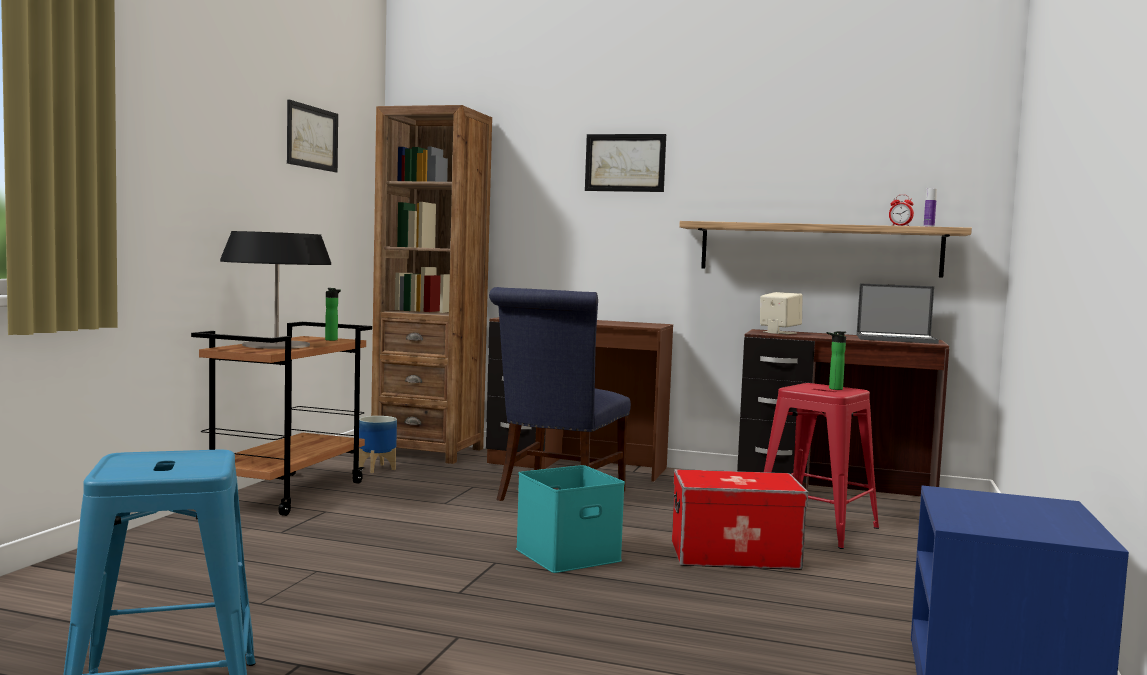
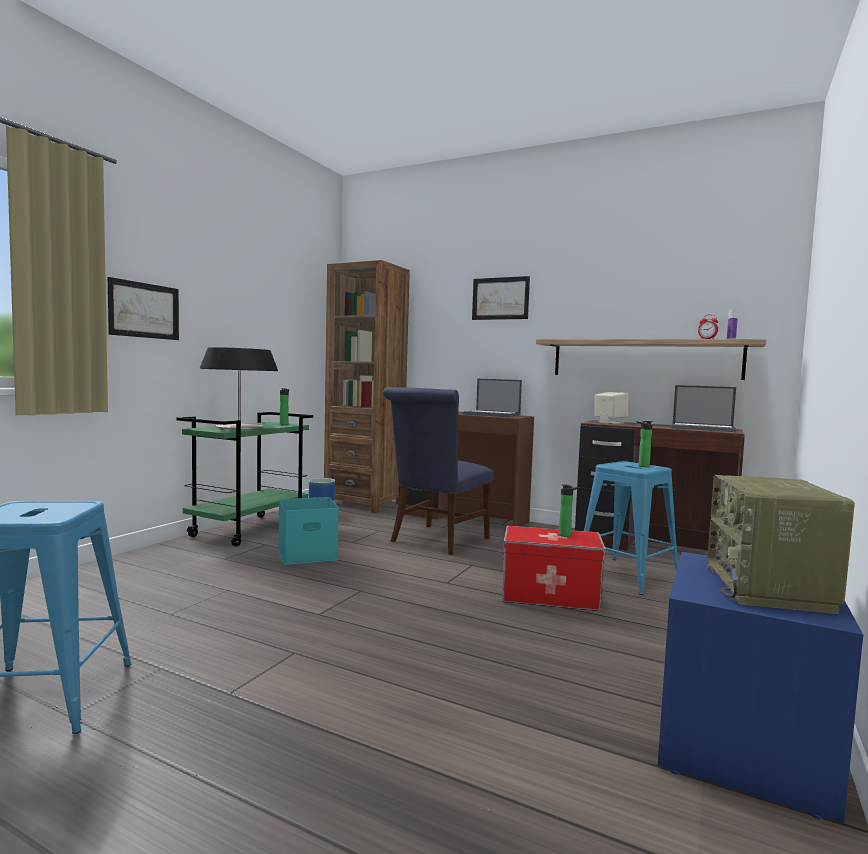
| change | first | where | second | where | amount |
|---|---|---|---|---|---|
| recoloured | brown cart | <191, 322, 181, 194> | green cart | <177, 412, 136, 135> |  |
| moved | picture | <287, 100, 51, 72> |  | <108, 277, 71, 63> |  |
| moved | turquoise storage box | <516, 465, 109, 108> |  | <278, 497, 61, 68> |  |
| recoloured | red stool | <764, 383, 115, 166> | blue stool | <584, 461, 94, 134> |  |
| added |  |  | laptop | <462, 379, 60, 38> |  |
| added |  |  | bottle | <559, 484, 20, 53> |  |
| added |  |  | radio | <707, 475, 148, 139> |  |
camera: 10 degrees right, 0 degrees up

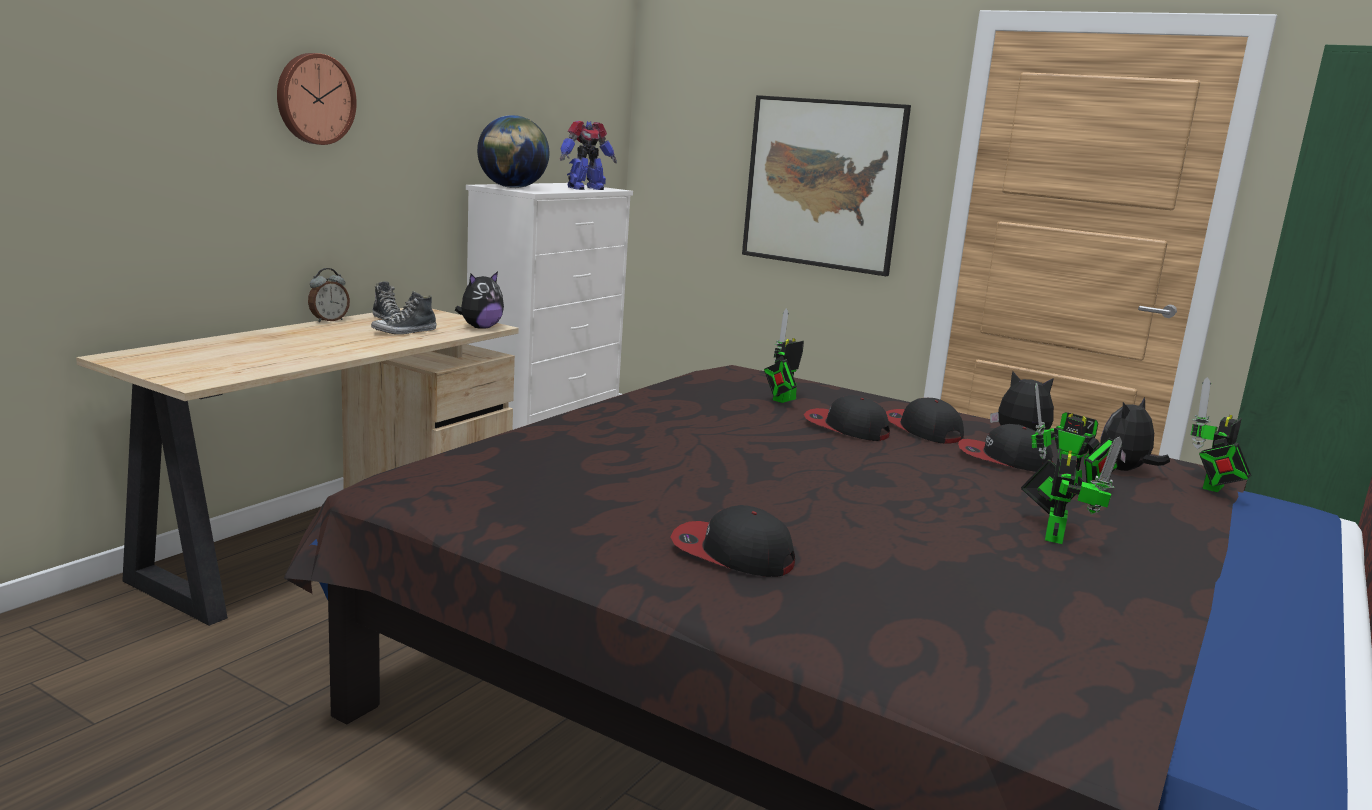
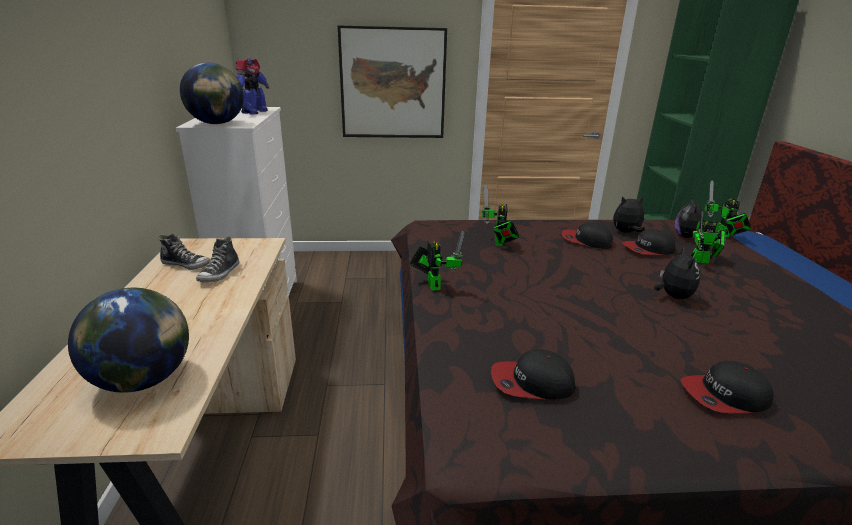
| change | first | where | second | where | amount |
|---|---|---|---|---|---|
| removed | wall clock | <277, 53, 80, 92> |  |  |  |
| removed | alarm clock | <308, 268, 42, 55> |  |  |  |
| moved | plush toy | <455, 271, 49, 58> |  | <654, 247, 46, 52> |  |
| moved | cap | <804, 395, 86, 46> |  | <491, 349, 85, 51> |  |
| moved | toy robot | <1021, 436, 102, 108> |  | <410, 231, 55, 60> |  |
| added |  |  | globe | <68, 288, 121, 105> |  |
camera: 35 degrees left, 10 degrees up

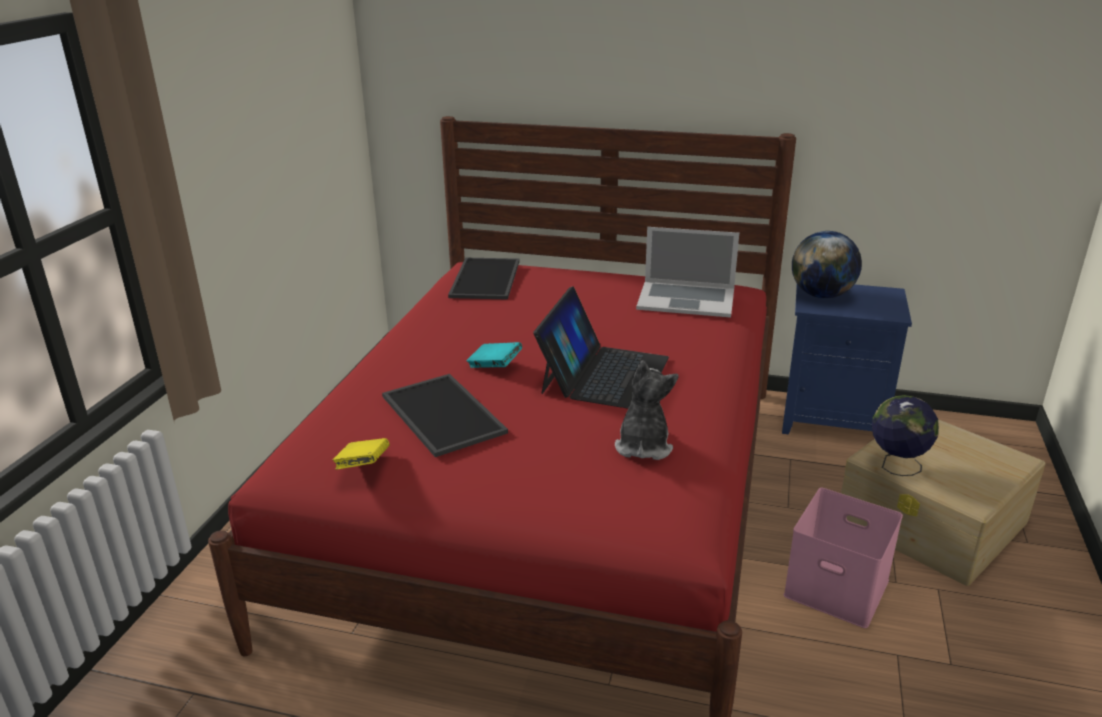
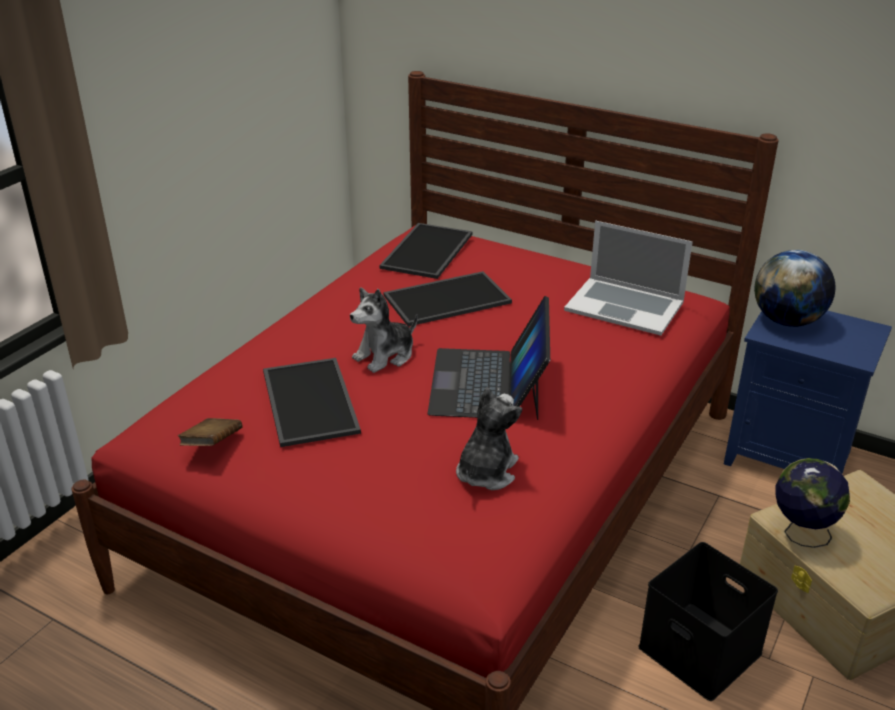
| change | first | where | second | where | amount |
|---|---|---|---|---|---|
| recoloured | yellow book | <333, 438, 57, 32> | brown book | <178, 418, 64, 28> |  |
| replaced | turquoise book | <466, 342, 56, 26> | plush toy | <350, 287, 68, 86> |  |
| turned | laptop | <533, 286, 136, 122> |  | <427, 296, 123, 124> | 150 degrees clockwise |
| recoloured | pink storage box | <784, 488, 119, 140> | black storage box | <638, 542, 140, 159> |  |
| added |  |  | tray | <383, 271, 129, 56> |  |
camera: 15 degrees right, 5 degrees up

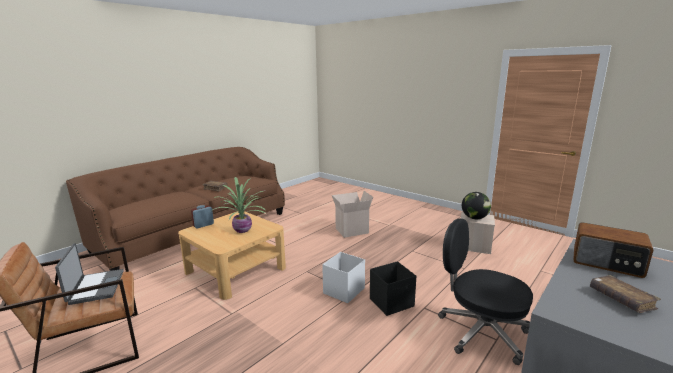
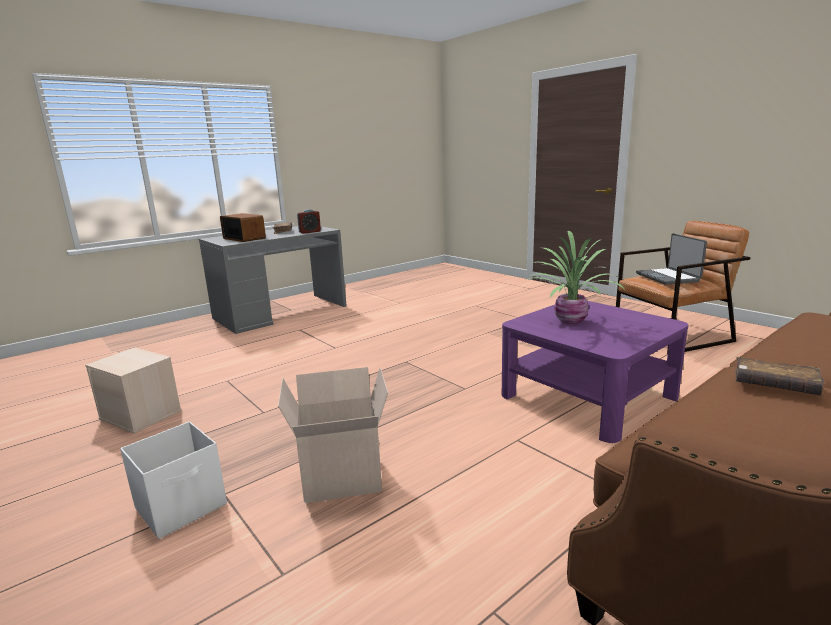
| change | first | where | second | where | amount |
|---|---|---|---|---|---|
| recoloured | beige coffee table | <178, 211, 108, 89> | purple coffee table | <502, 301, 187, 142> |  |
| moved | alarm clock | <191, 205, 23, 24> |  | <297, 209, 24, 25> |  |
| moved | white storage box | <322, 252, 43, 51> |  | <120, 422, 107, 117> |  |
| removed | black storage box | <370, 262, 46, 54> |  |  |  |
| removed | black office chair | <438, 218, 95, 147> |  |  |  |
| removed | globe | <462, 192, 29, 27> |  |  |  |
camera: 170 degrees left, 0 degrees up

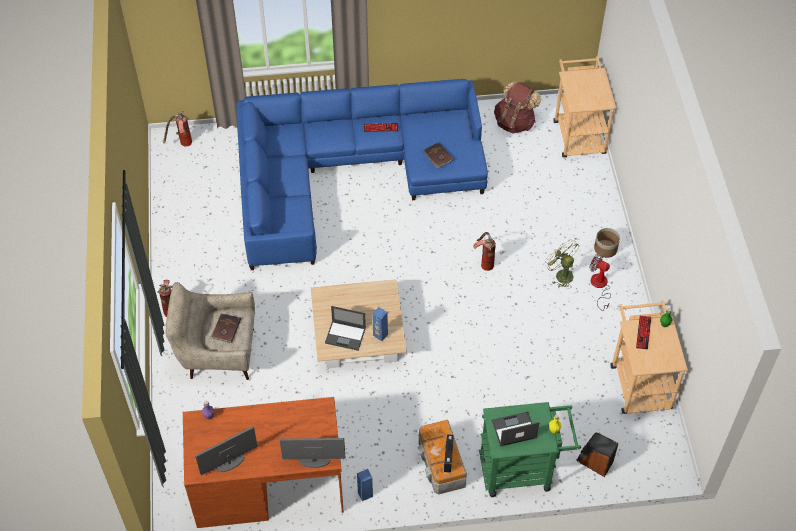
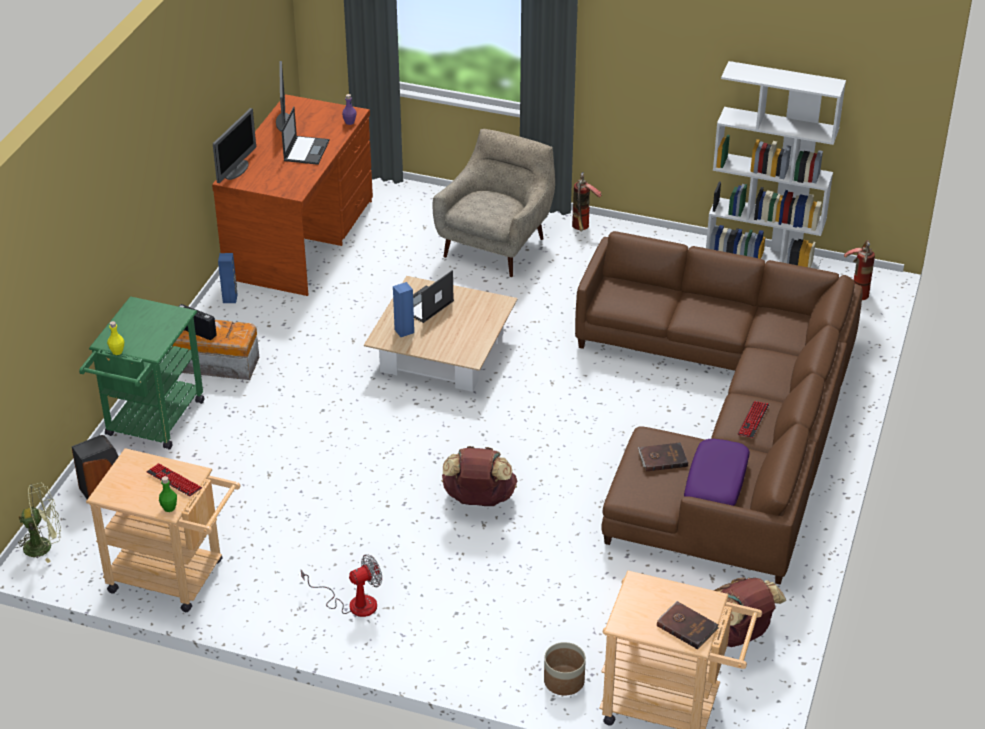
| change | first | where | second | where | amount |
|---|---|---|---|---|---|
| moved | brown book | <210, 313, 31, 30> |  | <657, 601, 62, 48> |  |
| recoloured | blue sofa | <237, 79, 251, 191> | brown sofa | <575, 231, 288, 354> |  |
| replaced | fire extinguisher | <473, 232, 23, 39> | brown backpack | <442, 446, 75, 60> |  |
| moved | laptop | <491, 412, 49, 35> |  | <281, 107, 48, 58> |  |
| moved | green fan | <544, 239, 35, 49> |  | <16, 483, 45, 80> |  |
| moved | planter | <594, 228, 26, 30> |  | <544, 642, 42, 54> |  |
| added |  |  | purple pillow | <684, 439, 66, 67> |  |
| added |  |  | white bookcase | <706, 61, 140, 208> |  |
camera: 115 degrees right, 15 degrees down

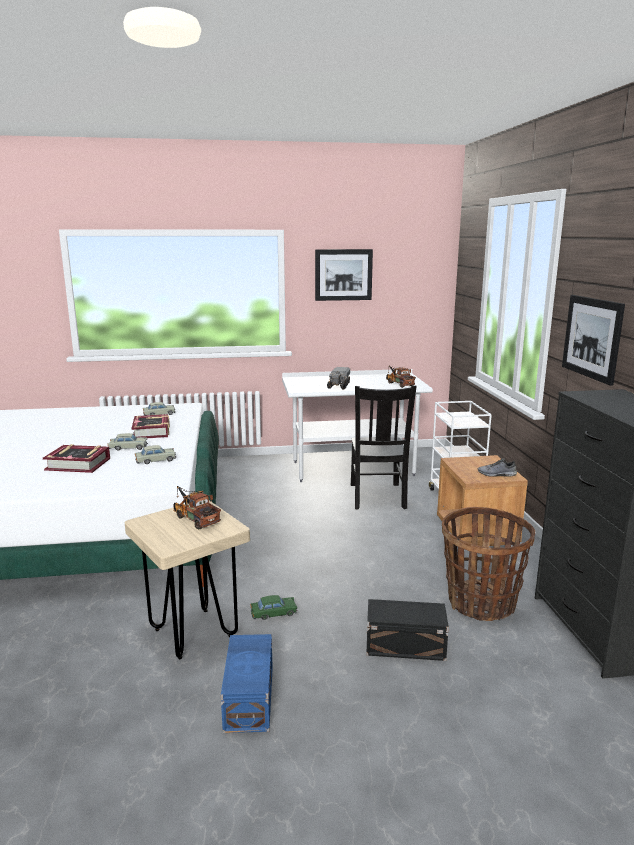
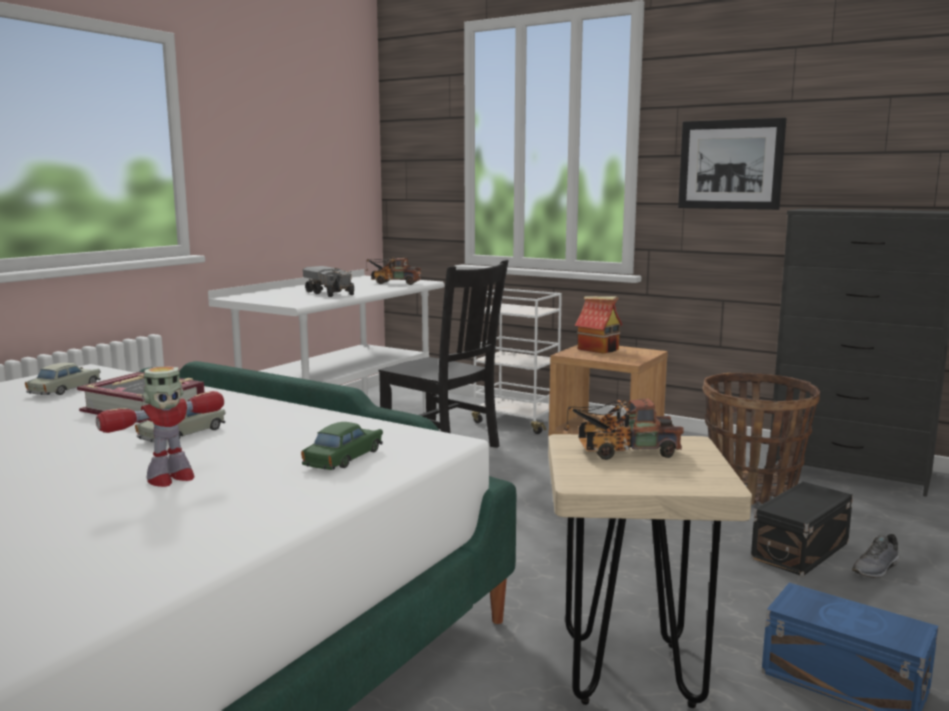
| change | first | where | second | where | amount |
|---|---|---|---|---|---|
| replaced | book | <43, 444, 67, 29> | toy robot | <96, 366, 128, 121> |  |
| removed | beige toy car | <135, 445, 41, 19> |  |  |  |
| moved | green toy car | <250, 595, 47, 25> |  | <301, 422, 82, 48> |  |
| removed | picture | <315, 249, 58, 52> |  |  |  |
| moved | grey shoe | <478, 458, 39, 19> |  | <852, 534, 48, 44> |  |
| added |  |  | toy house | <575, 296, 47, 58> |  |
camera: 50 degrees left, 5 degrees down

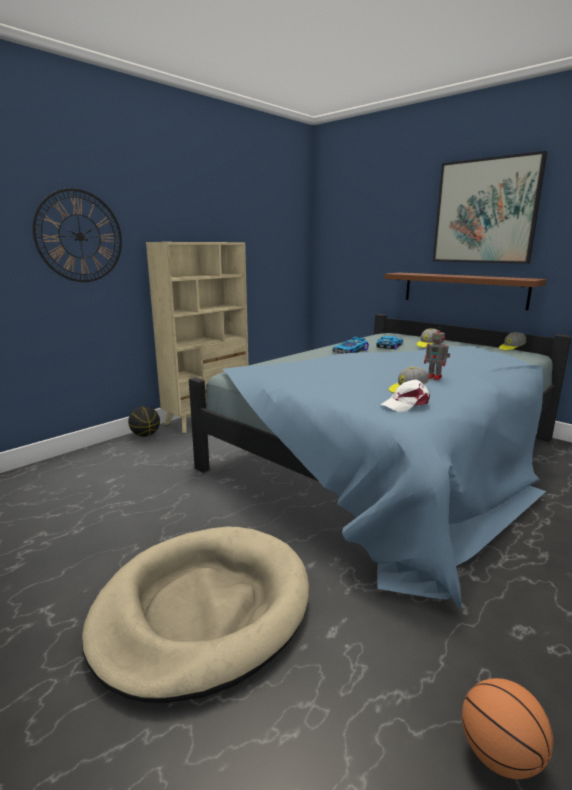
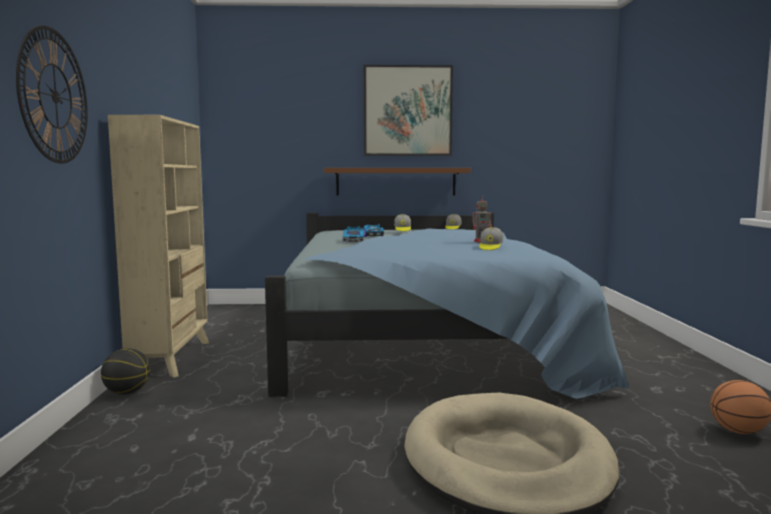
| change | first | where | second | where | amount |
|---|---|---|---|---|---|
| removed | white cap | <381, 380, 49, 32> |  |  |  |
camera: 45 degrees left, 10 degrees down

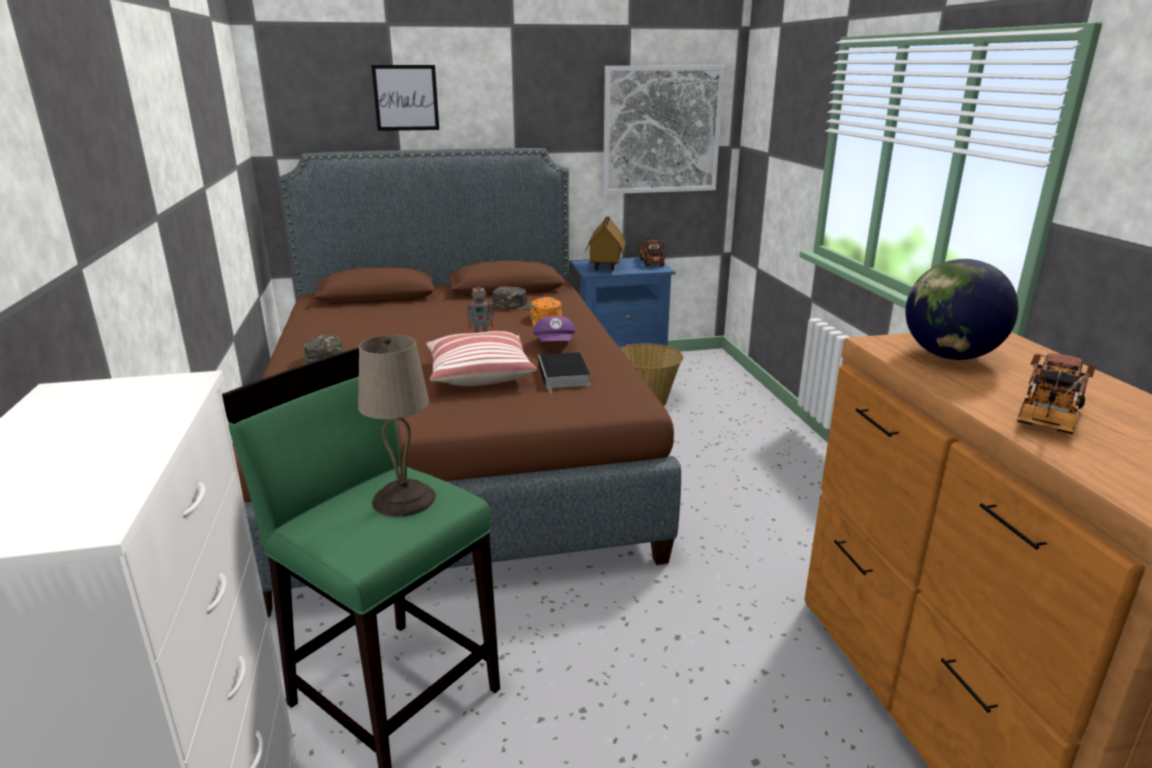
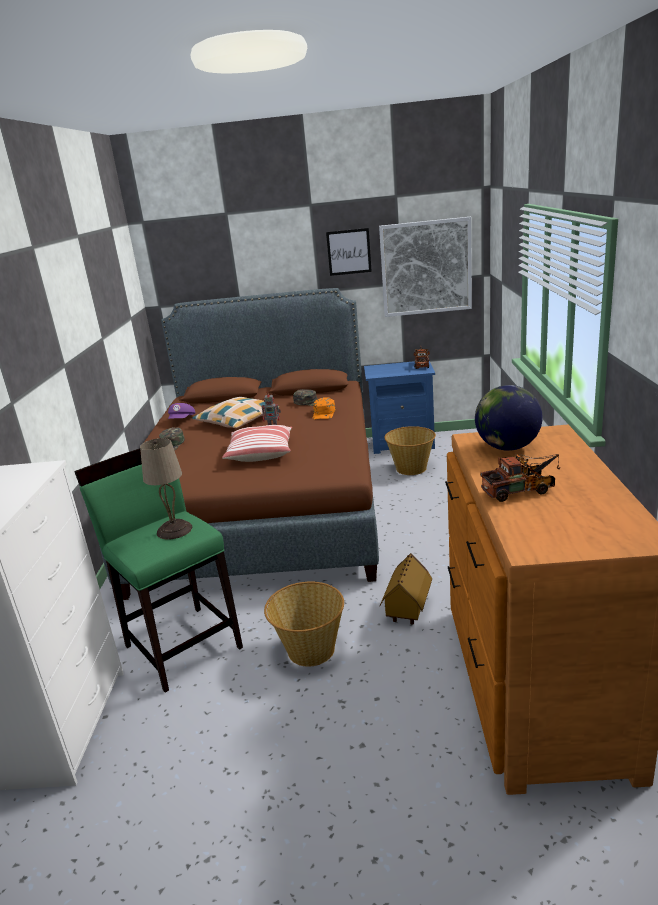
| change | first | where | second | where | amount |
|---|---|---|---|---|---|
| moved | picture | <371, 65, 68, 66> |  | <326, 228, 46, 48> |  |
| moved | purple cap | <533, 316, 42, 25> |  | <168, 403, 28, 16> |  |
| removed | book | <538, 352, 52, 41> |  |  |  |
| moved | toy house | <585, 216, 41, 55> |  | <380, 553, 52, 71> |  |
| turned | toy truck | <1017, 353, 79, 81> |  | <480, 454, 80, 48> | 150 degrees counterclockwise |
| added |  |  | pillow | <192, 397, 87, 31> |  |
| added |  |  | basket | <264, 582, 80, 85> |  |
camera: 15 degrees right, 0 degrees up

